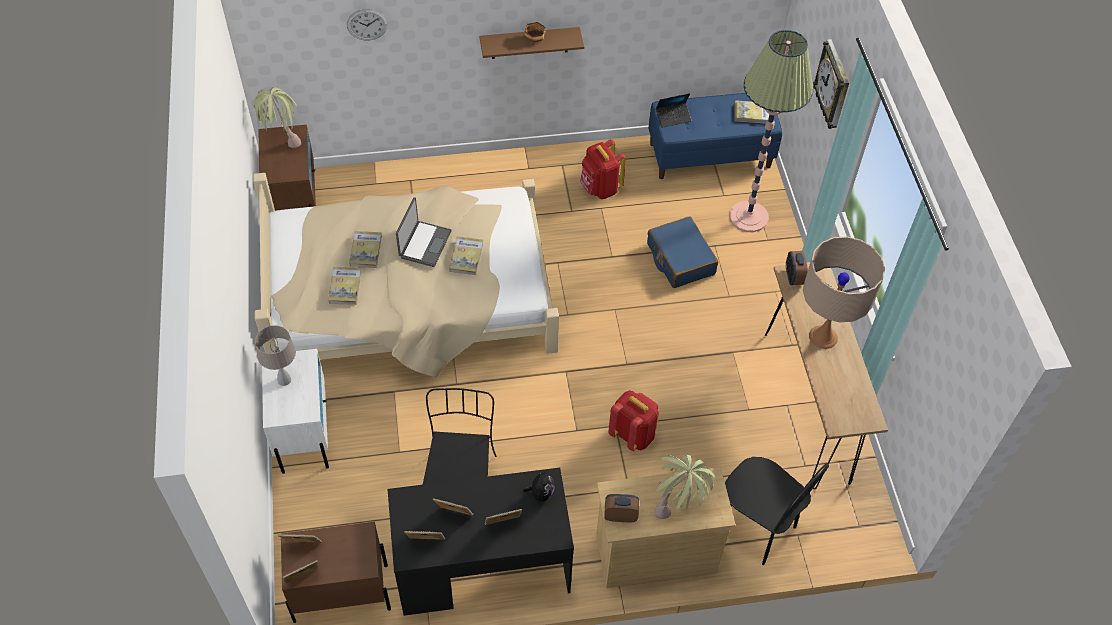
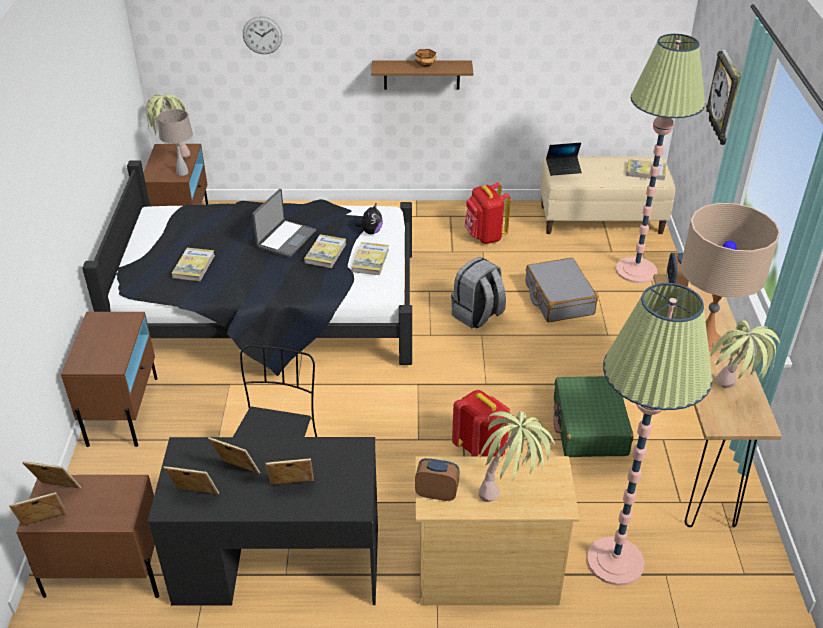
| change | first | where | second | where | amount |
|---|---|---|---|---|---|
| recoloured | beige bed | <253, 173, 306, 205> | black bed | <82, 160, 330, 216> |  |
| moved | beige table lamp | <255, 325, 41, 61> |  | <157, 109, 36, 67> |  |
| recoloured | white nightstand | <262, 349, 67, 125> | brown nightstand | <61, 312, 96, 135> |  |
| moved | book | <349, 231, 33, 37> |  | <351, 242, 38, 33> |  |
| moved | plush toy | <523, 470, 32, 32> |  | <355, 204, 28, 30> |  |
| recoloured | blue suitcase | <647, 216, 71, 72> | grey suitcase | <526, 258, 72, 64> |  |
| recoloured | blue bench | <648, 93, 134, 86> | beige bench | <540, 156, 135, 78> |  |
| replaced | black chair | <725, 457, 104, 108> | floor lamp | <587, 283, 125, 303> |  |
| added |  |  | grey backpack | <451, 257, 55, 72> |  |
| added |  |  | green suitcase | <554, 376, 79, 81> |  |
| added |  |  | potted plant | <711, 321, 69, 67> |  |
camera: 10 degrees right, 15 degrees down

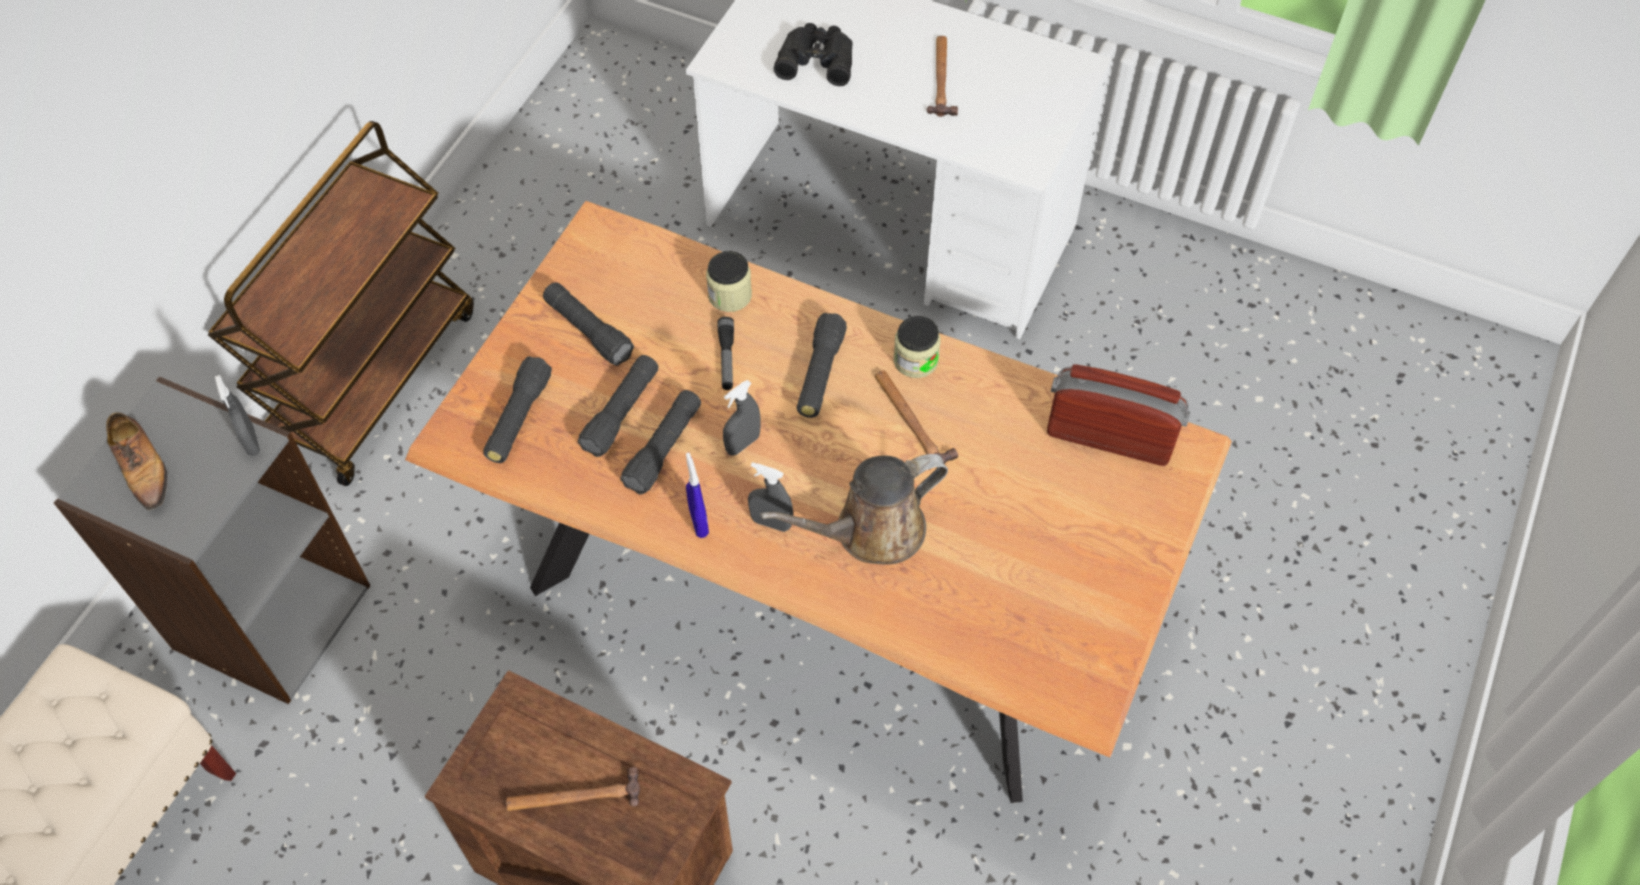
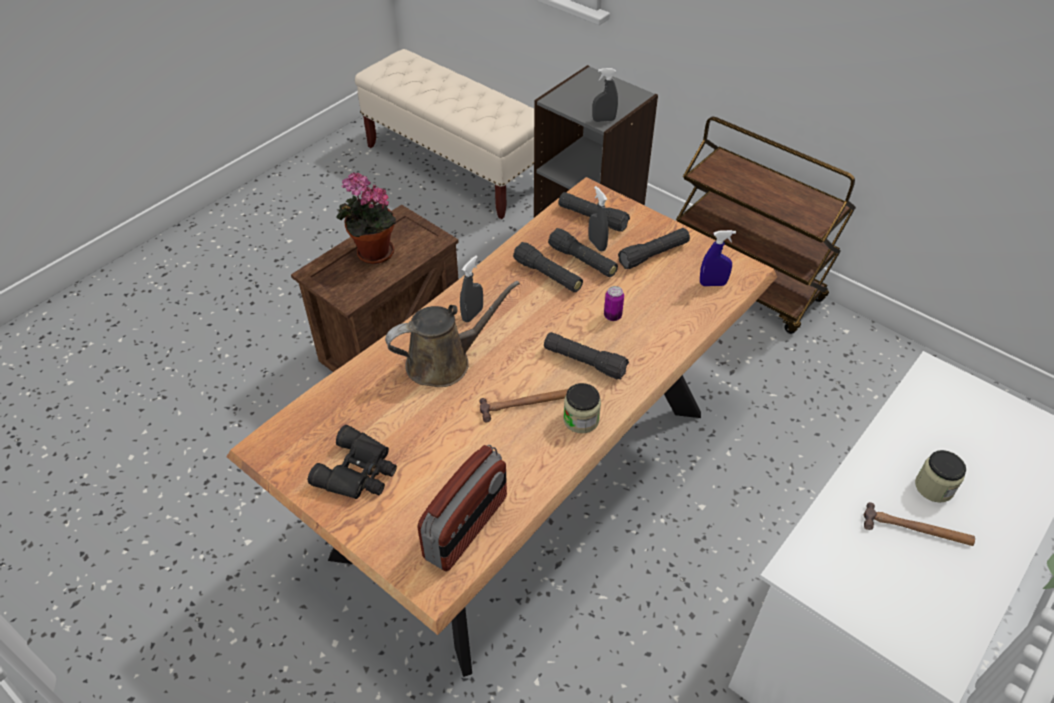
| change | first | where | second | where | amount |
|---|---|---|---|---|---|
| removed | shoe | <106, 412, 61, 98> |  |  |  |
| replaced | hammer | <506, 767, 135, 44> | potted plant | <337, 173, 59, 91> |  |
| moved | blue spray bottle | <686, 453, 23, 85> |  | <700, 230, 36, 56> |  |
| moved | jar | <706, 251, 46, 61> |  | <915, 450, 51, 52> |  |
| replaced | flashlight | <718, 317, 16, 73> | can | <604, 286, 20, 35> |  |
| moved | grey spray bottle | <723, 380, 38, 76> |  | <588, 186, 21, 66> |  |
| turned | brown watering can | <760, 454, 188, 111> |  | <385, 281, 135, 106> | 75 degrees clockwise |
| moved | black binoculars | <774, 23, 79, 63> |  | <308, 425, 89, 74> |  |
camera: 105 degrees right, 10 degrees down

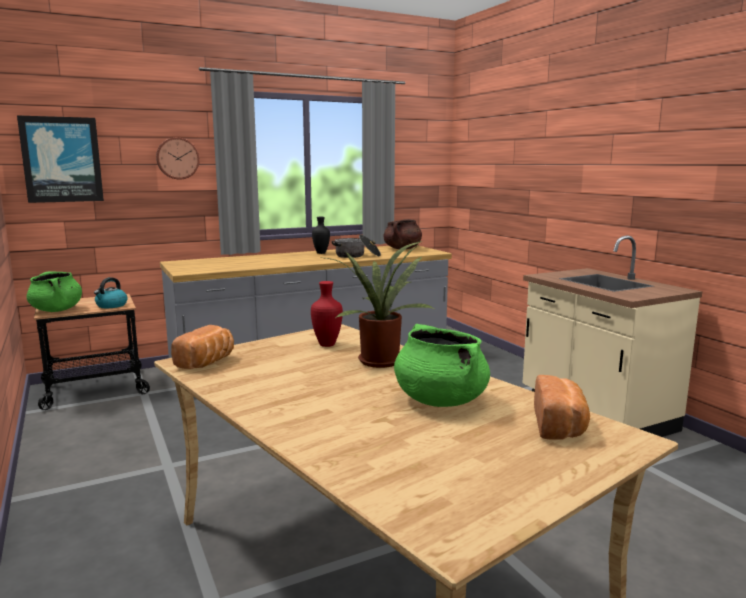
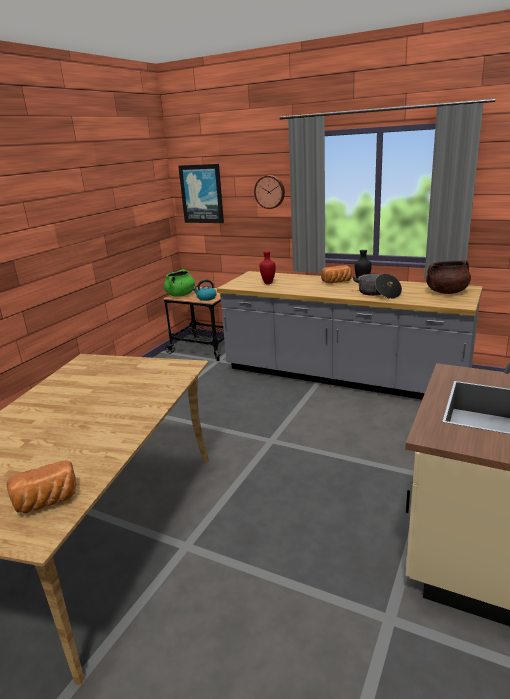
| change | first | where | second | where | amount |
|---|---|---|---|---|---|
| moved | bread | <171, 325, 63, 44> |  | <321, 265, 31, 18> |  |
| moved | red vase | <311, 281, 32, 66> |  | <260, 251, 16, 33> |  |
| removed | potted plant | <319, 241, 117, 127> |  |  |  |
| removed | green cooking pot | <394, 324, 96, 83> |  |  |  |
camera: 55 degrees right, 10 degrees up

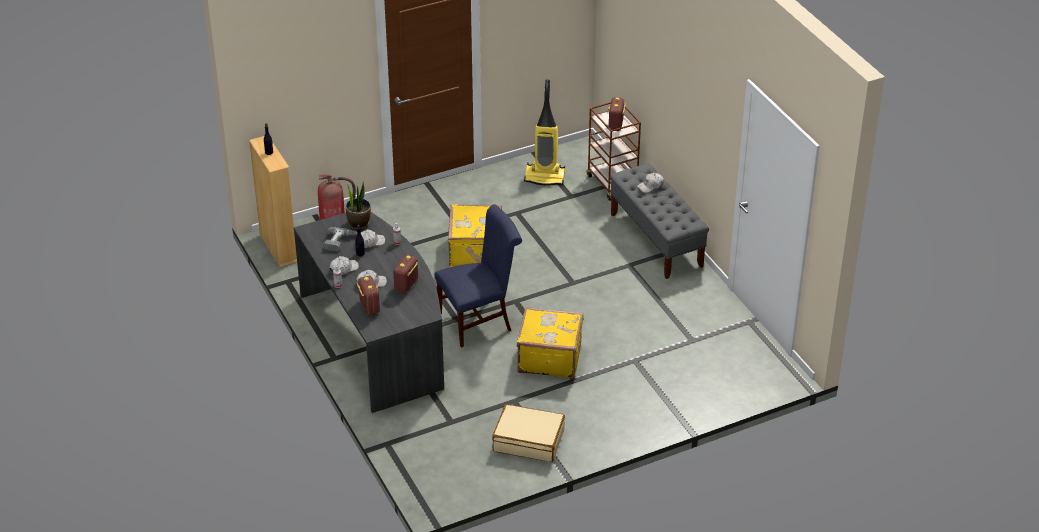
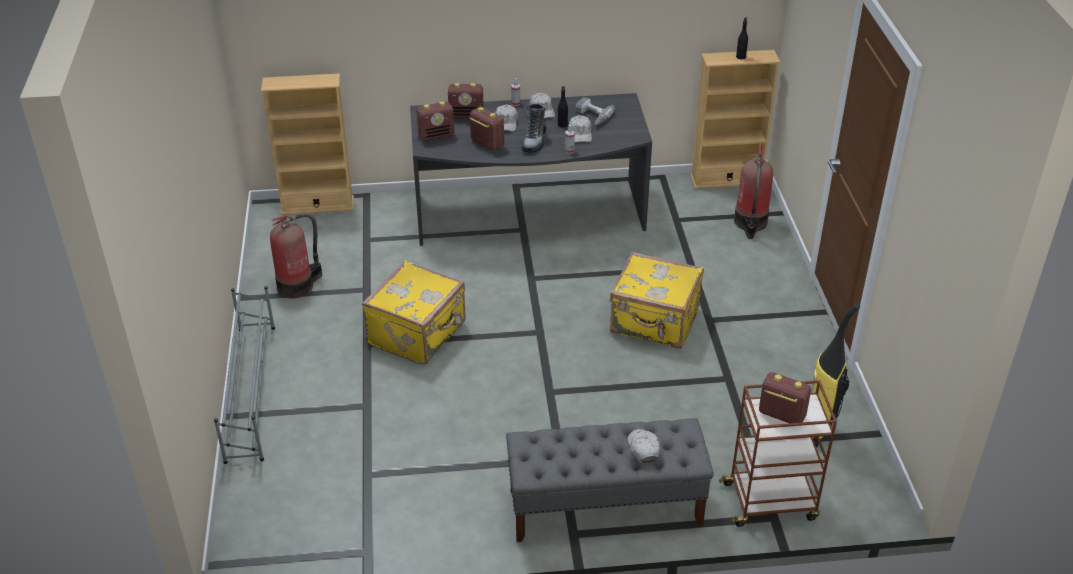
| change | first | where | second | where | amount |
|---|---|---|---|---|---|
| removed | potted plant | <345, 181, 26, 49> |  |  |  |
| removed | blue chair | <434, 204, 88, 144> |  |  |  |
| replaced | beige suitcase | <492, 404, 73, 58> | fire extinguisher | <270, 213, 52, 86> |  |
| added |  |  | grey shoe rack | <214, 286, 61, 178> |  |
| added |  |  | beige bookcase | <261, 73, 93, 142> |  |
| added |  |  | radio | <416, 101, 38, 40> |  |
| added |  |  | boot | <522, 103, 25, 50> |  |
camera: 110 degrees right, 0 degrees up

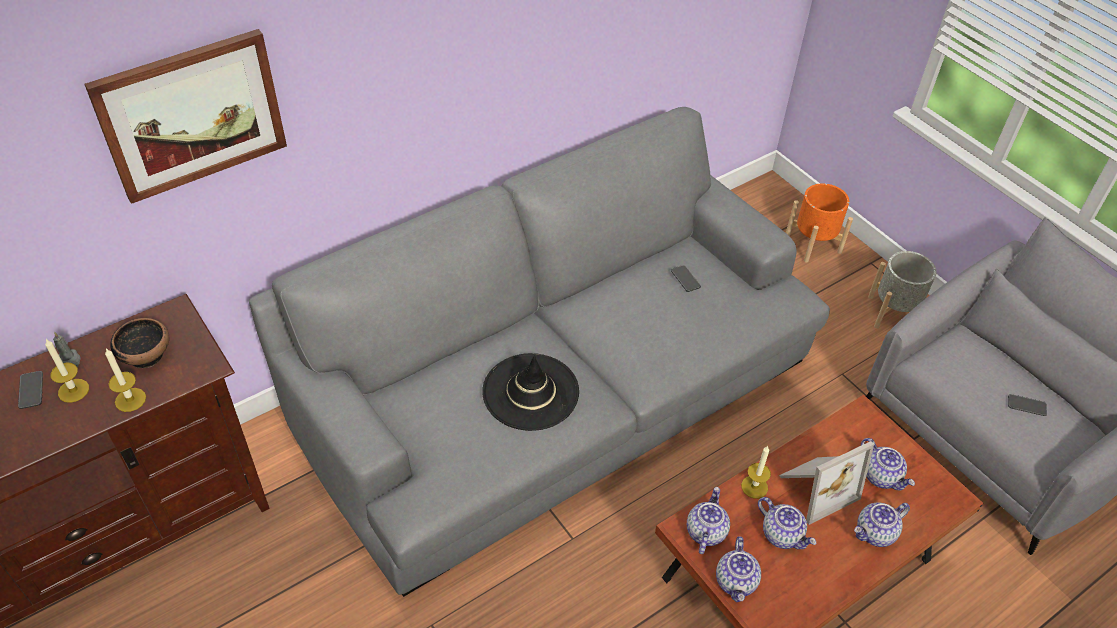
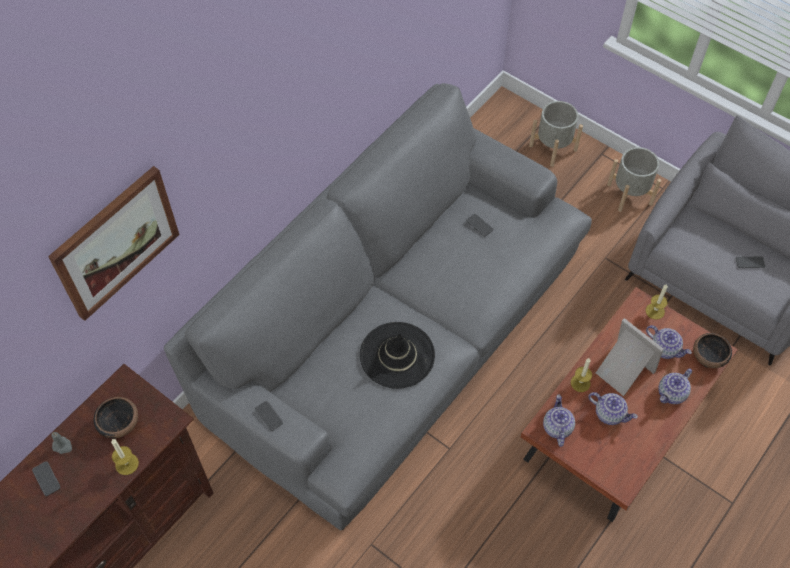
| change | first | where | second | where | amount |
|---|---|---|---|---|---|
| moved | candle | <45, 339, 44, 64> |  | <646, 284, 22, 36> |  |
| removed | teapot | <716, 536, 45, 66> |  |  |  |
| turned | picture frame | <779, 441, 95, 84> |  | <596, 318, 68, 78> | 90 degrees counterclockwise |
| recoloured | orange planter | <786, 183, 67, 80> | grey planter | <529, 101, 54, 66> |  |
| added |  |  | phone | <255, 401, 28, 30> |  |
| added |  |  | bowl | <693, 333, 39, 35> |  |
camera: 15 degrees left, 10 degrees up

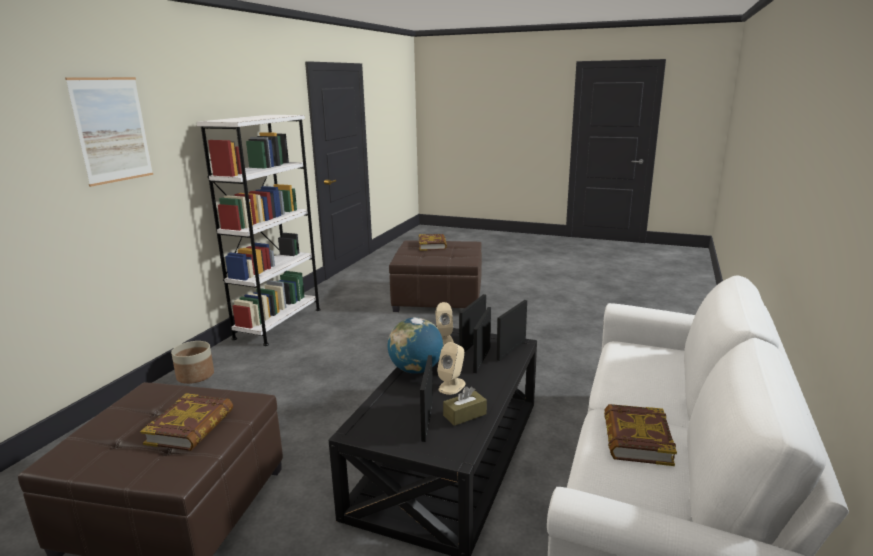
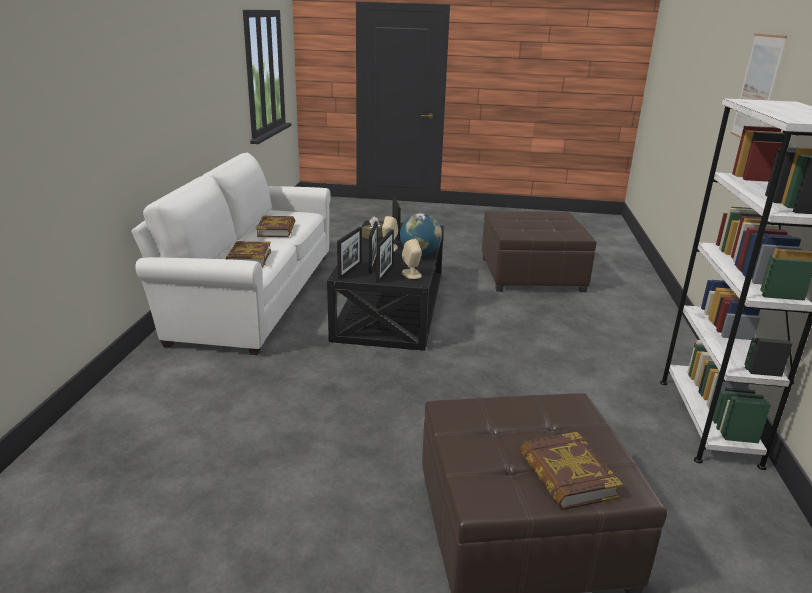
| change | first | where | second | where | amount |
|---|---|---|---|---|---|
| moved | book | <140, 393, 93, 58> |  | <226, 241, 45, 26> |  |
| removed | planter | <171, 341, 43, 43> |  |  |  |
camera: 165 degrees right, 5 degrees up

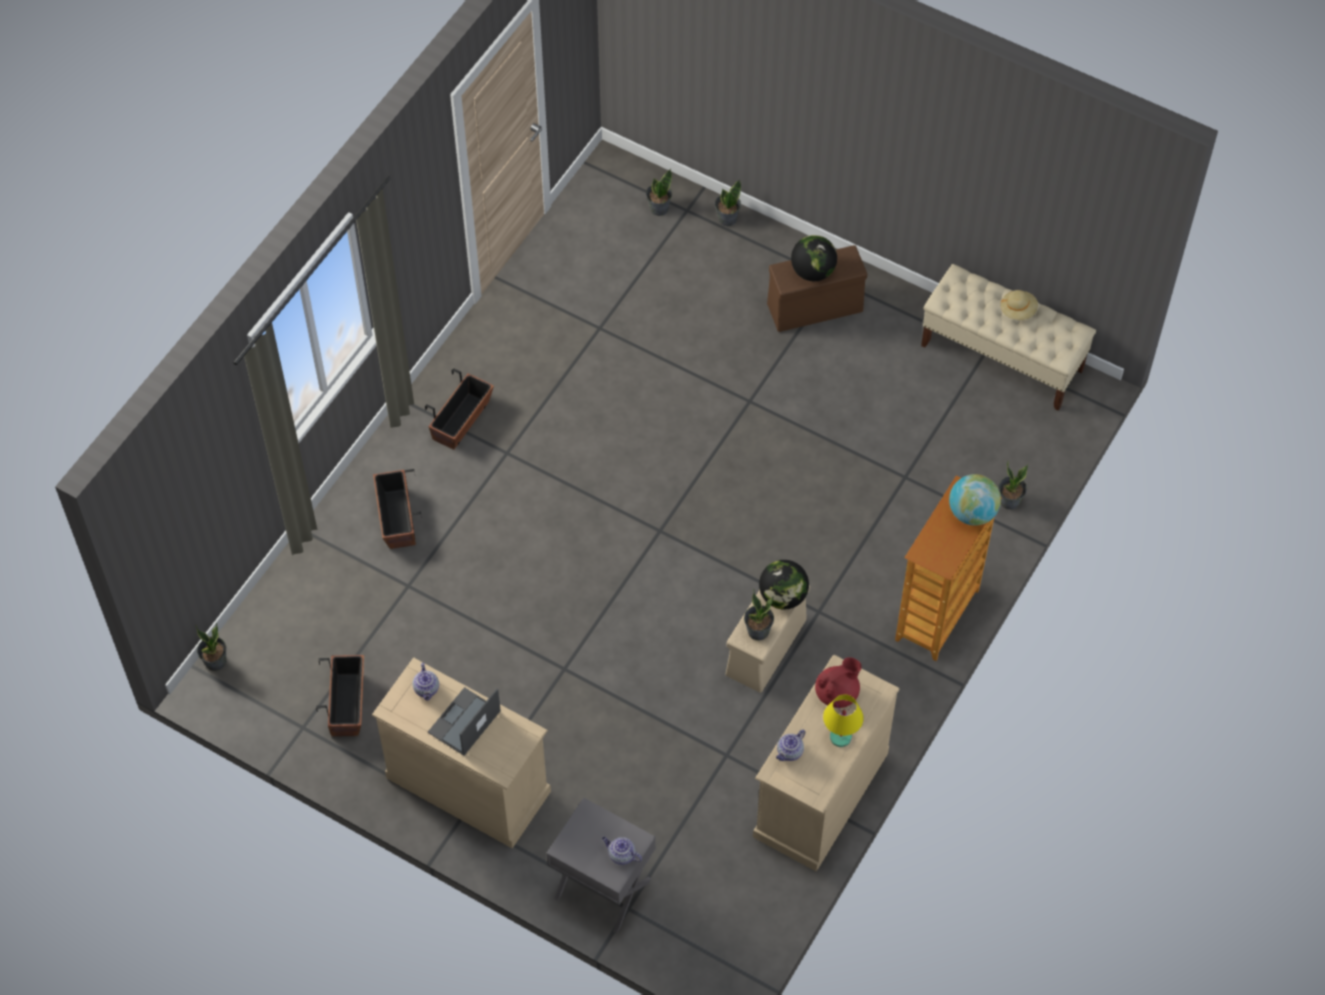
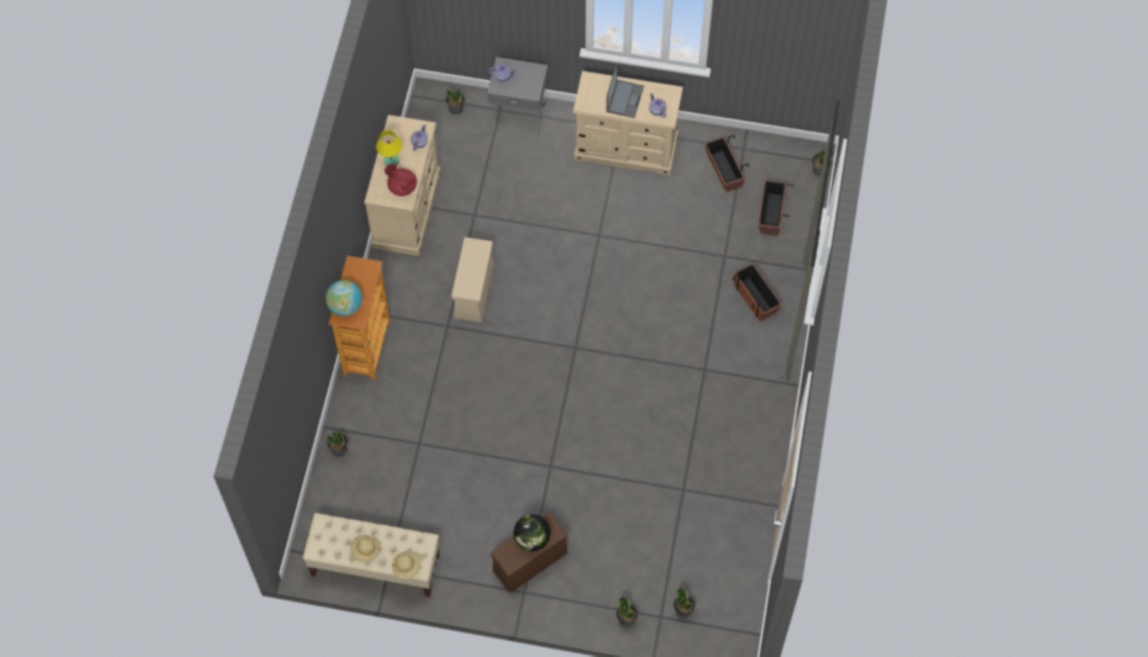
| change | first | where | second | where | amount |
|---|---|---|---|---|---|
| moved | planter | <425, 368, 69, 82> |  | <758, 180, 35, 56> |  |
| moved | potted plant | <744, 589, 30, 51> |  | <446, 89, 19, 26> |  |
| removed | globe | <759, 560, 50, 50> |  |  |  |
| turned | red teapot | <815, 657, 47, 51> |  | <384, 164, 33, 32> | 90 degrees clockwise |
| added |  |  | beige hat | <392, 551, 29, 28> |  |
camera: 160 degrees right, 5 degrees up

